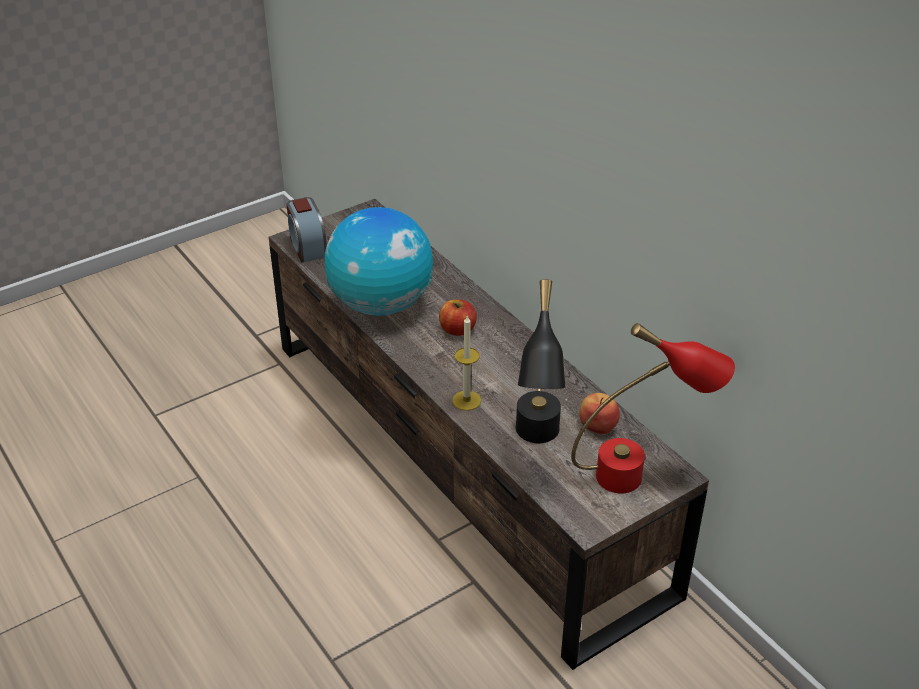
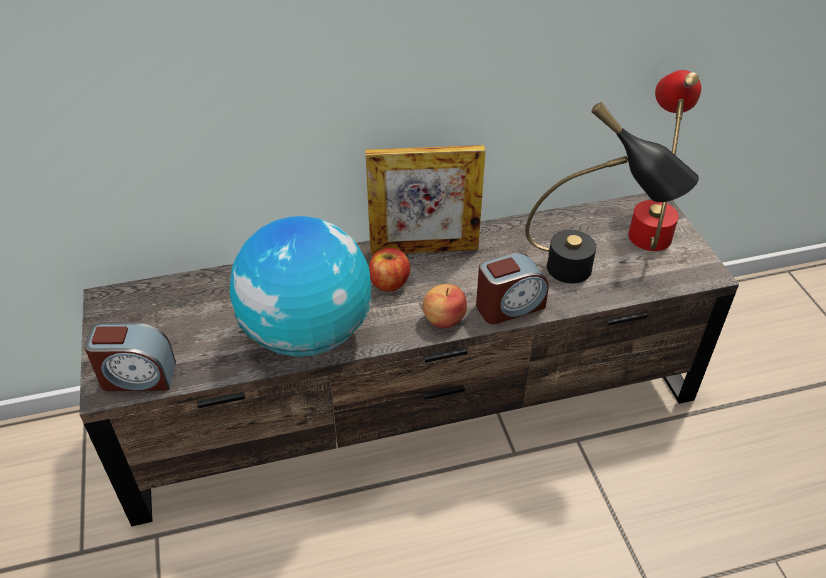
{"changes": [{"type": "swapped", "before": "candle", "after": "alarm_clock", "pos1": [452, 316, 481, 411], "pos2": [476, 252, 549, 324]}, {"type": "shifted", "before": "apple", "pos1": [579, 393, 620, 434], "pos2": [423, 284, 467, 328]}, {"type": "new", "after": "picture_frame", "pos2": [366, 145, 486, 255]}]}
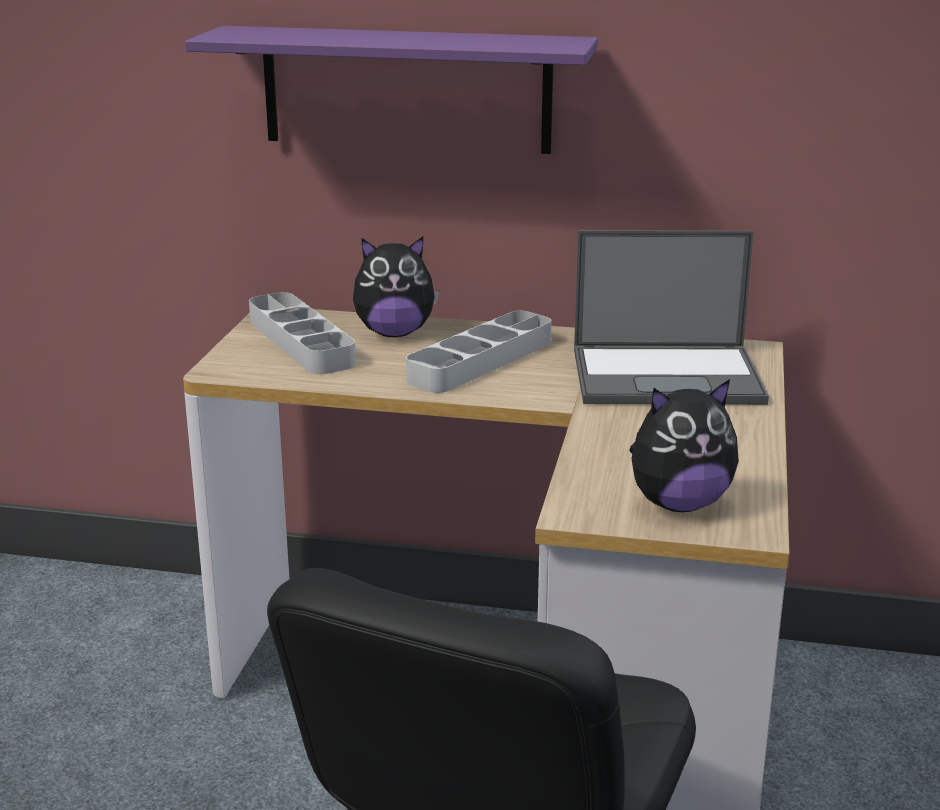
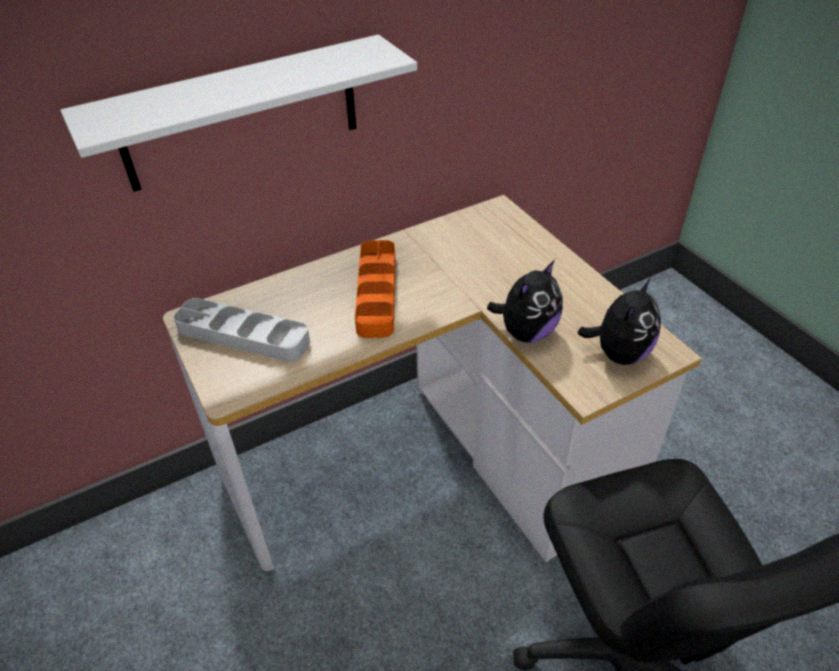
{"changes": [{"type": "repainted", "before": "purple_shelf", "after": "white_shelf", "pos1": [185, 26, 598, 154], "pos2": [61, 34, 417, 192]}, {"type": "gone", "before": "laptop", "pos1": [574, 230, 769, 405]}, {"type": "shifted", "before": "plush_toy", "pos1": [353, 237, 439, 337], "pos2": [487, 260, 563, 343]}, {"type": "repainted", "before": "grey_tray", "after": "orange_tray", "pos1": [406, 311, 551, 393], "pos2": [355, 240, 395, 338]}]}
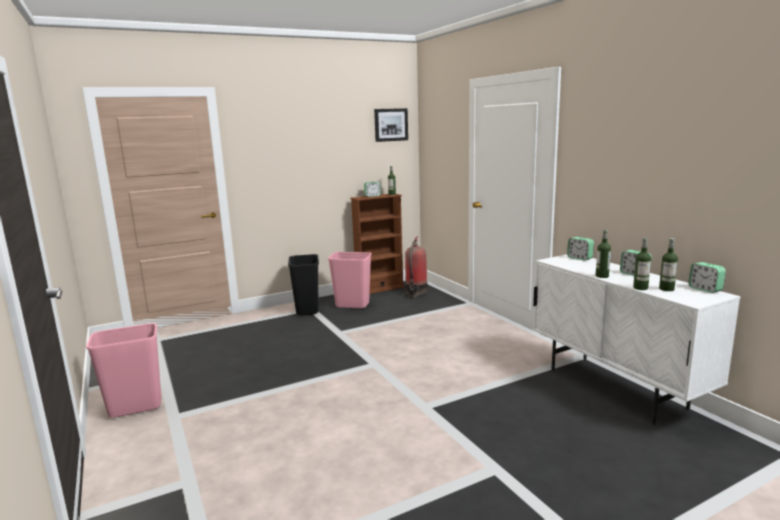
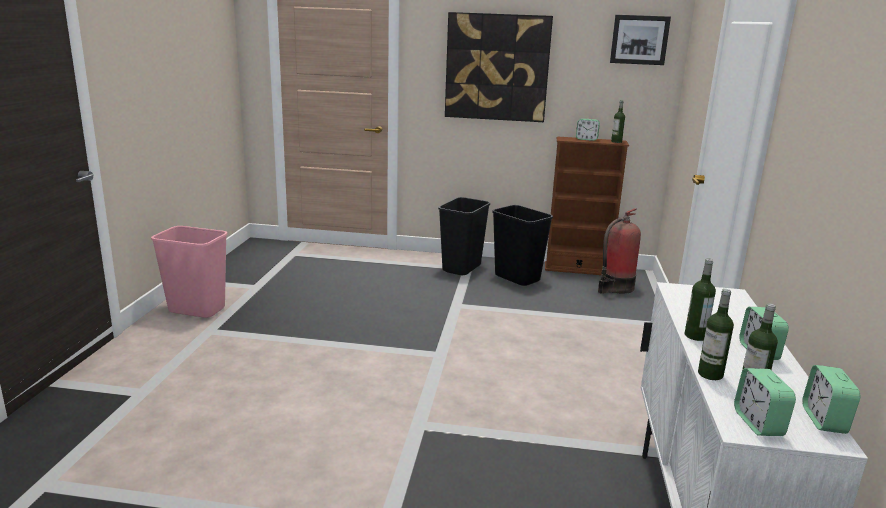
{"changes": [{"type": "shifted", "before": "alarm_clock", "pos1": [567, 237, 594, 261], "pos2": [734, 368, 796, 436]}, {"type": "repainted", "before": "pink_trash_can", "after": "black_trash_can", "pos1": [328, 252, 372, 308], "pos2": [492, 205, 553, 286]}, {"type": "new", "after": "picture", "pos2": [445, 12, 553, 122]}]}
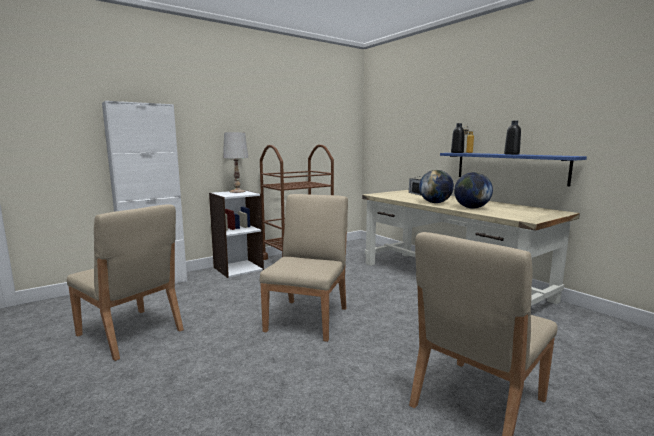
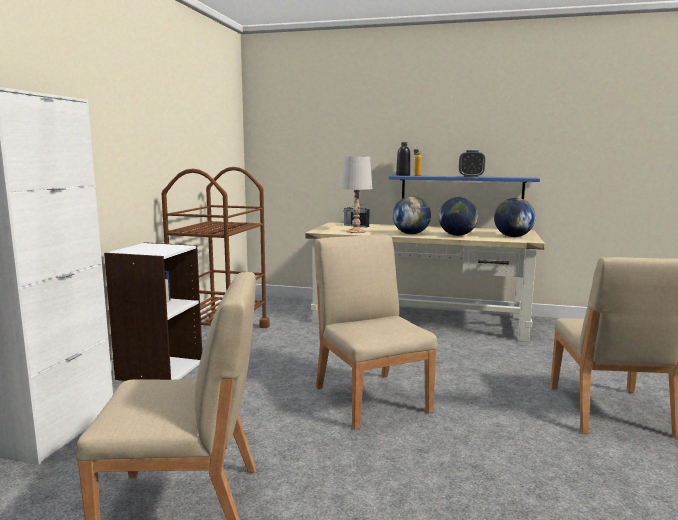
{"changes": [{"type": "swapped", "before": "black_bottle", "after": "alarm_clock", "pos1": [504, 121, 521, 155], "pos2": [459, 150, 485, 177]}, {"type": "shifted", "before": "white_table_lamp", "pos1": [223, 132, 248, 193], "pos2": [341, 156, 372, 233]}, {"type": "new", "after": "globe", "pos2": [494, 198, 536, 237]}]}
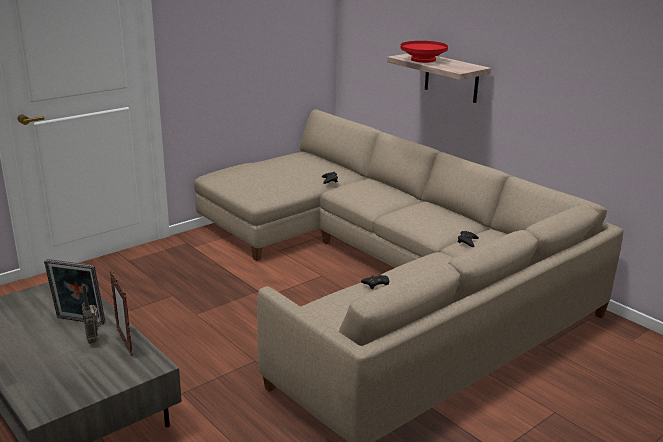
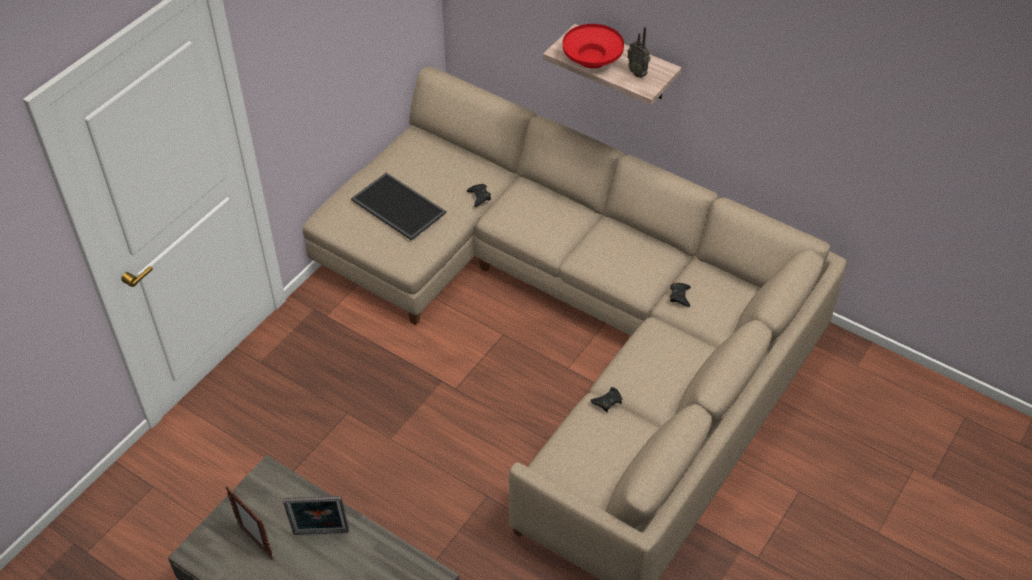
{"changes": [{"type": "shifted", "before": "picture_frame", "pos1": [110, 270, 133, 356], "pos2": [225, 486, 274, 560]}, {"type": "shifted", "before": "radio", "pos1": [82, 285, 101, 344], "pos2": [627, 27, 650, 78]}, {"type": "new", "after": "tray", "pos2": [351, 173, 446, 241]}]}
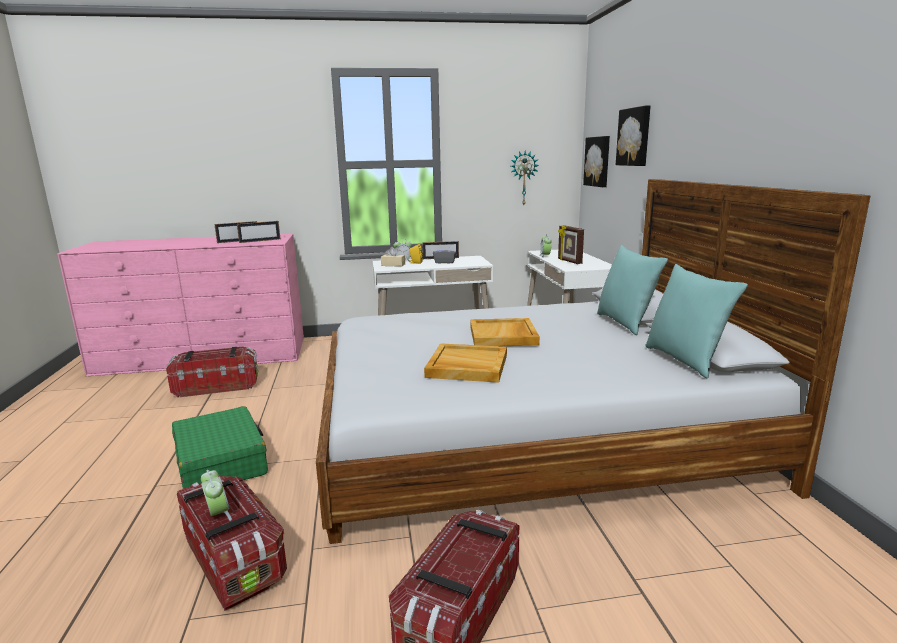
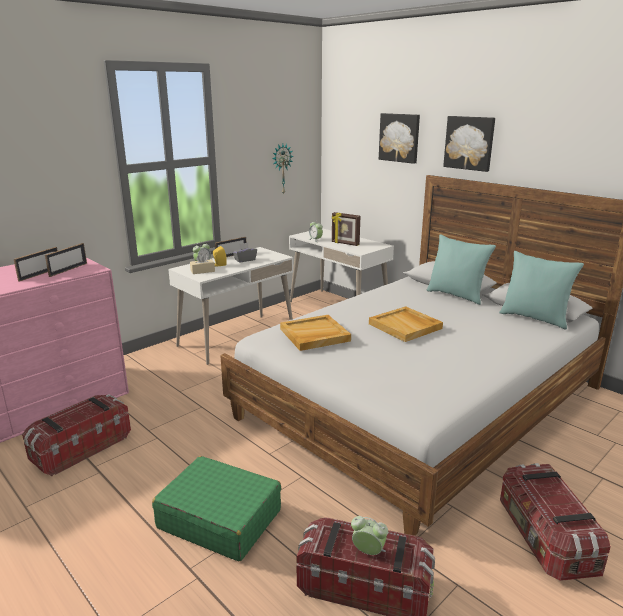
{"changes": [{"type": "shifted", "before": "picture", "pos1": [583, 136, 610, 187], "pos2": [443, 116, 495, 172]}, {"type": "shifted", "before": "beige_tray", "pos1": [424, 343, 507, 383], "pos2": [280, 315, 351, 351]}]}
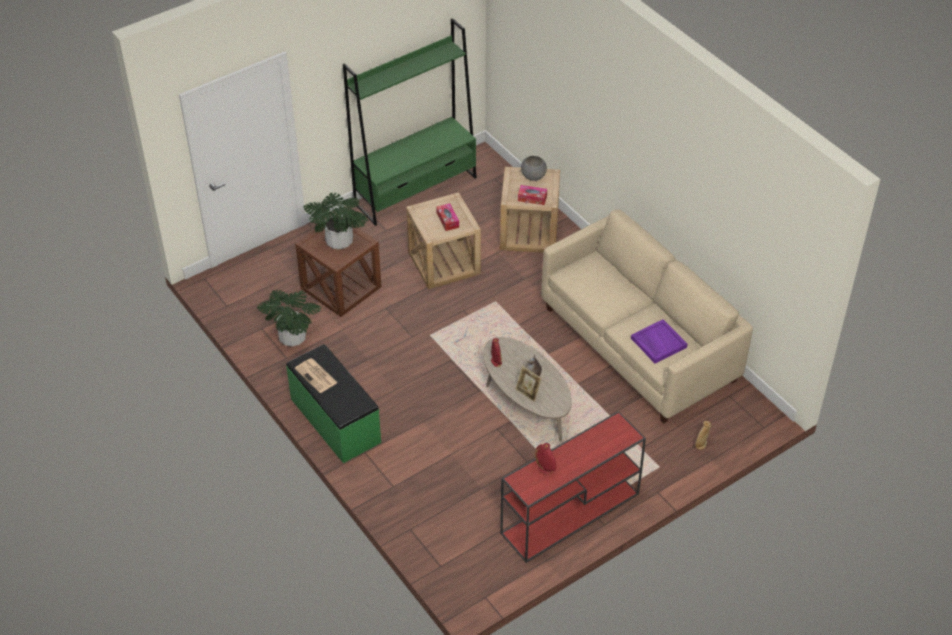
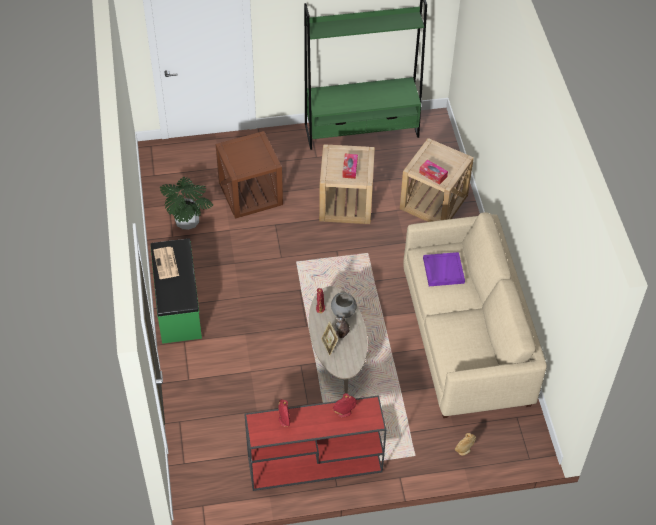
{"changes": [{"type": "shifted", "before": "grey_bowl", "pos1": [521, 156, 547, 181], "pos2": [331, 293, 357, 319]}, {"type": "gone", "before": "potted_plant", "pos1": [303, 193, 368, 249]}, {"type": "shifted", "before": "purple_tray", "pos1": [631, 319, 687, 363], "pos2": [423, 252, 465, 286]}, {"type": "new", "after": "red_vase", "pos2": [333, 393, 357, 418]}]}
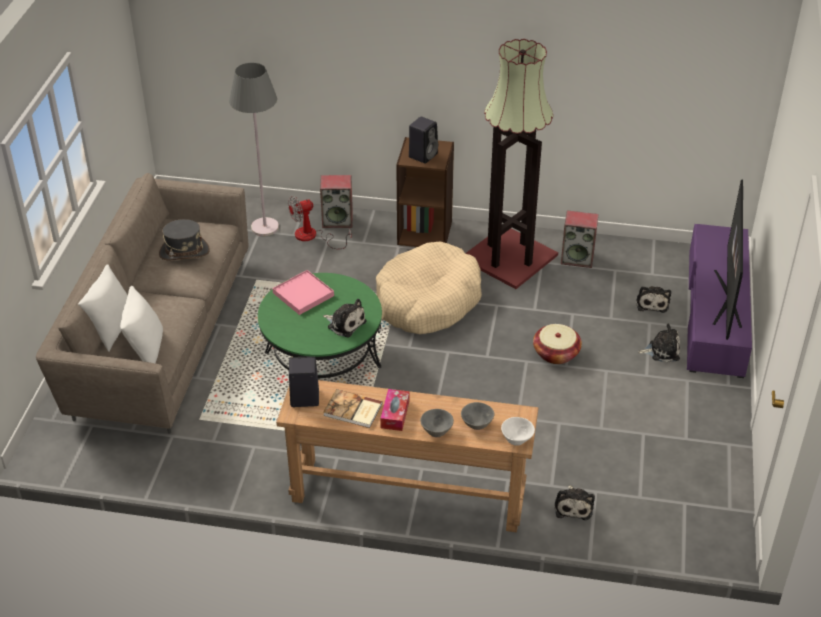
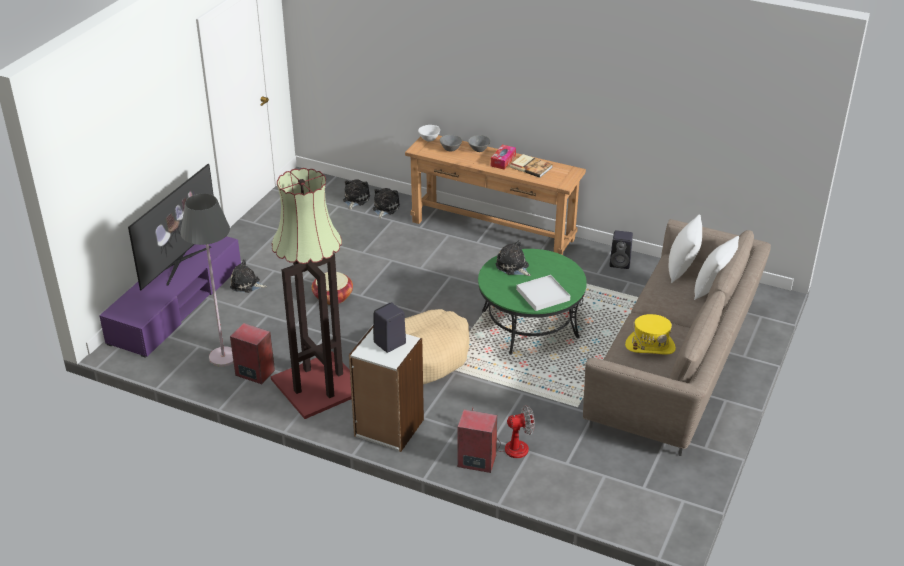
{"changes": [{"type": "shifted", "before": "grey_floor_lamp", "pos1": [229, 63, 279, 236], "pos2": [180, 193, 234, 367]}, {"type": "repainted", "before": "brown_bookcase", "after": "white_bookcase", "pos1": [396, 137, 454, 247], "pos2": [349, 326, 424, 452]}, {"type": "repainted", "before": "grey_hat", "after": "yellow_hat", "pos1": [159, 219, 210, 260], "pos2": [625, 314, 676, 355]}, {"type": "repainted", "before": "pink_tray", "after": "white_tray", "pos1": [272, 270, 334, 315], "pos2": [516, 275, 570, 311]}, {"type": "shifted", "before": "plush_toy", "pos1": [636, 286, 671, 313], "pos2": [343, 179, 370, 210]}, {"type": "shifted", "before": "black_speaker", "pos1": [289, 356, 319, 407], "pos2": [609, 230, 633, 269]}]}
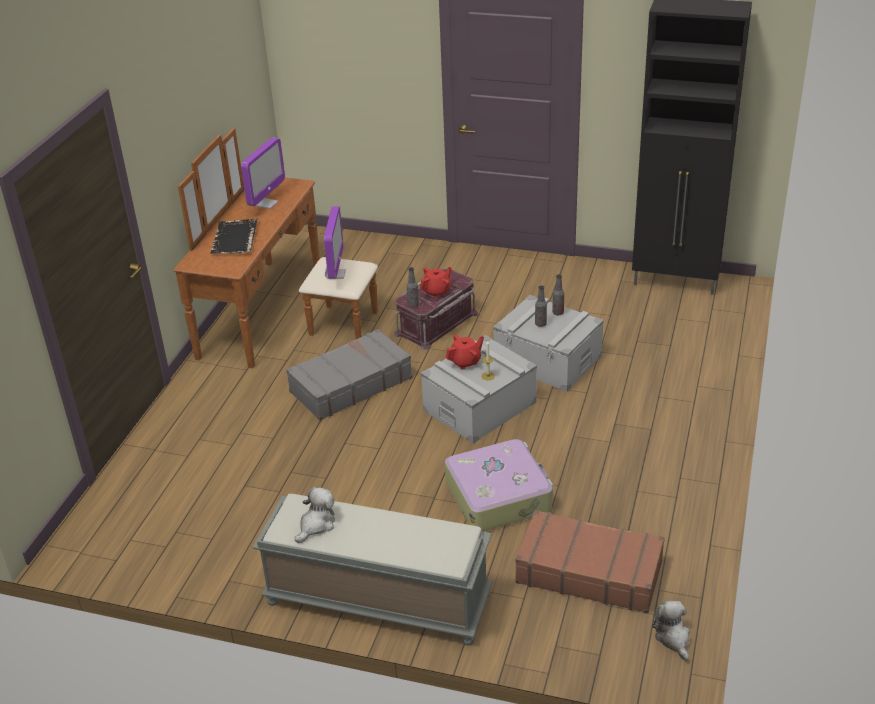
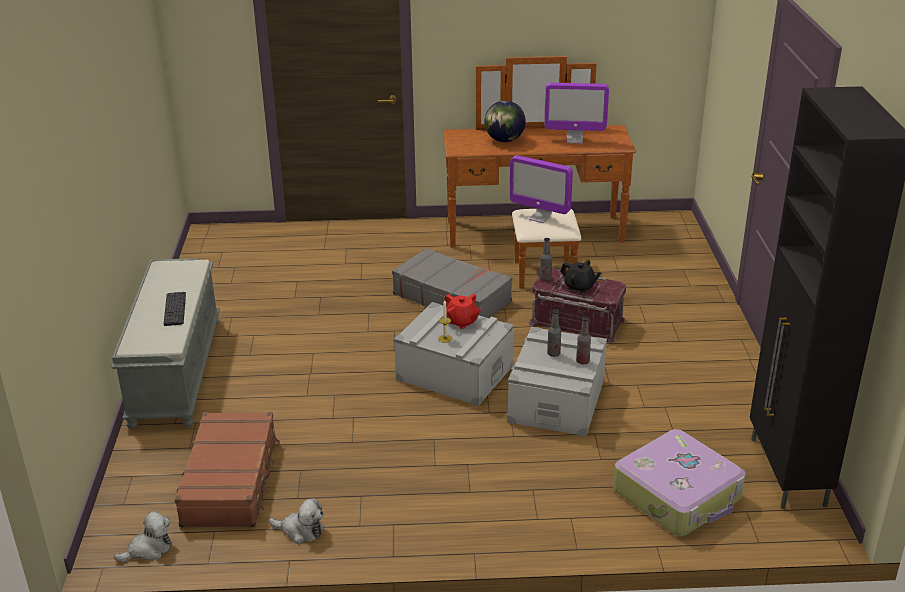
{"changes": [{"type": "rotated", "before": "monitor", "pos1": [324, 206, 346, 279], "pos2": [509, 155, 573, 223], "turn": 45}, {"type": "swapped", "before": "black_tray", "after": "globe", "pos1": [210, 219, 258, 254], "pos2": [484, 101, 526, 142]}, {"type": "repainted", "before": "red_teapot", "after": "black_teapot", "pos1": [420, 267, 452, 298], "pos2": [560, 260, 601, 293]}, {"type": "shifted", "before": "suitcase", "pos1": [445, 439, 553, 531], "pos2": [613, 429, 746, 537]}, {"type": "shifted", "before": "plush_toy", "pos1": [295, 487, 335, 543], "pos2": [269, 498, 324, 544]}, {"type": "new", "after": "keyboard", "pos2": [164, 292, 186, 326]}]}
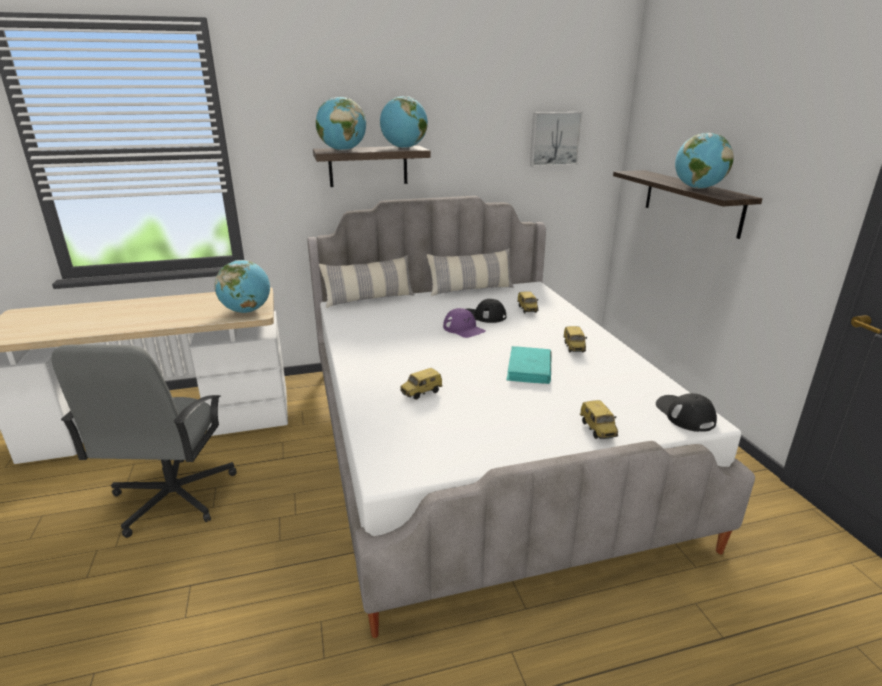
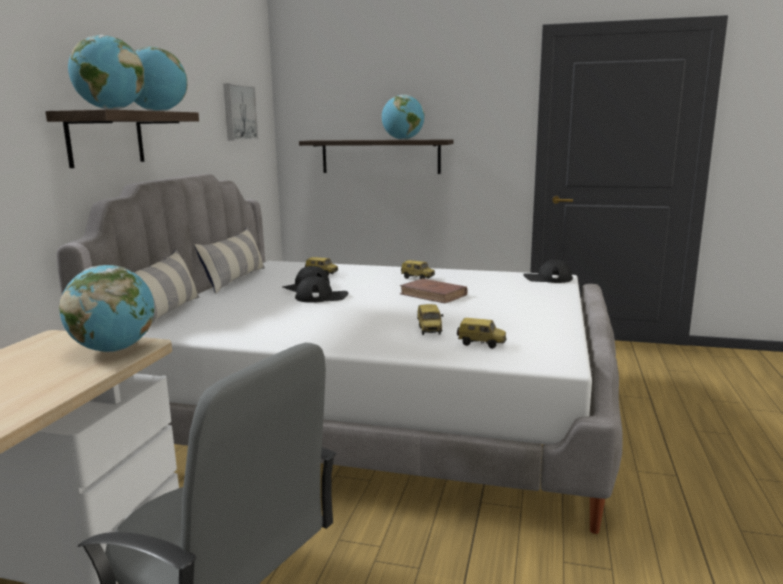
{"changes": [{"type": "repainted", "before": "purple_cap", "after": "black_cap", "pos1": [443, 308, 486, 338], "pos2": [295, 276, 348, 303]}, {"type": "repainted", "before": "turquoise_book", "after": "brown_book", "pos1": [506, 346, 552, 384], "pos2": [400, 278, 468, 303]}, {"type": "shifted", "before": "toy_car", "pos1": [580, 400, 618, 439], "pos2": [457, 318, 507, 349]}]}
